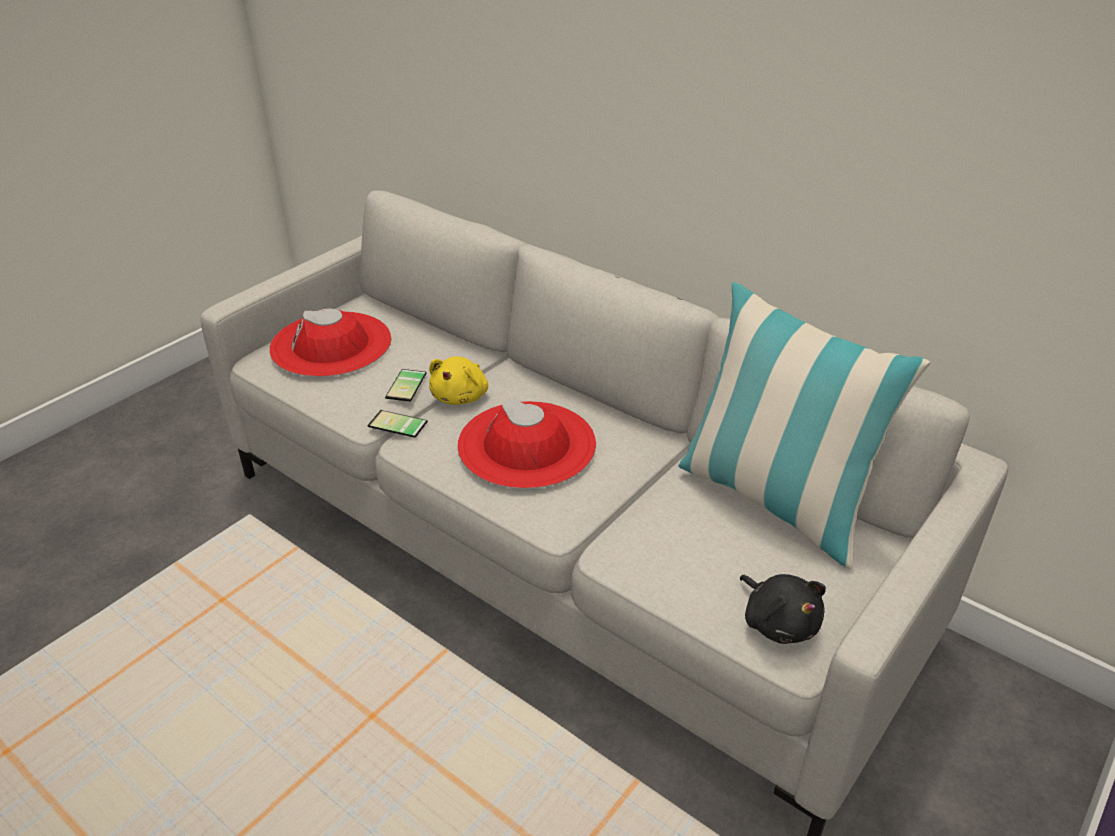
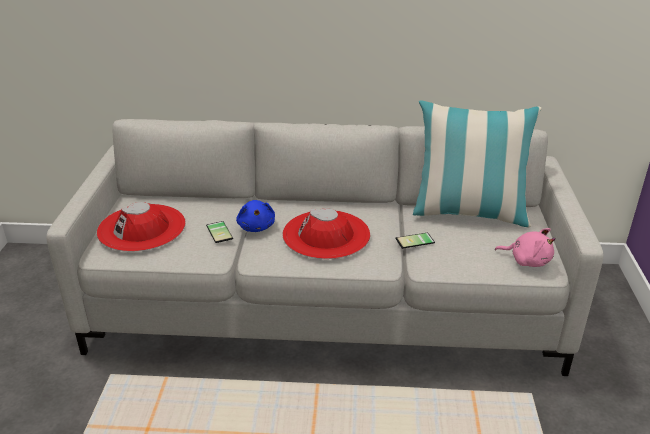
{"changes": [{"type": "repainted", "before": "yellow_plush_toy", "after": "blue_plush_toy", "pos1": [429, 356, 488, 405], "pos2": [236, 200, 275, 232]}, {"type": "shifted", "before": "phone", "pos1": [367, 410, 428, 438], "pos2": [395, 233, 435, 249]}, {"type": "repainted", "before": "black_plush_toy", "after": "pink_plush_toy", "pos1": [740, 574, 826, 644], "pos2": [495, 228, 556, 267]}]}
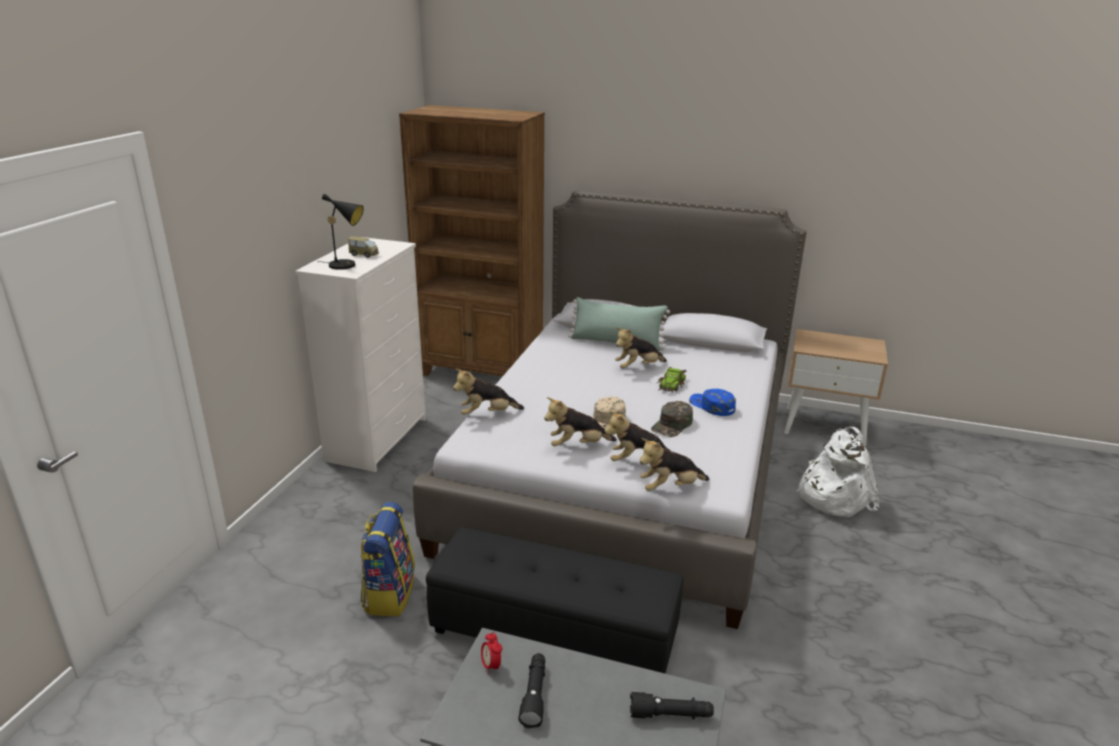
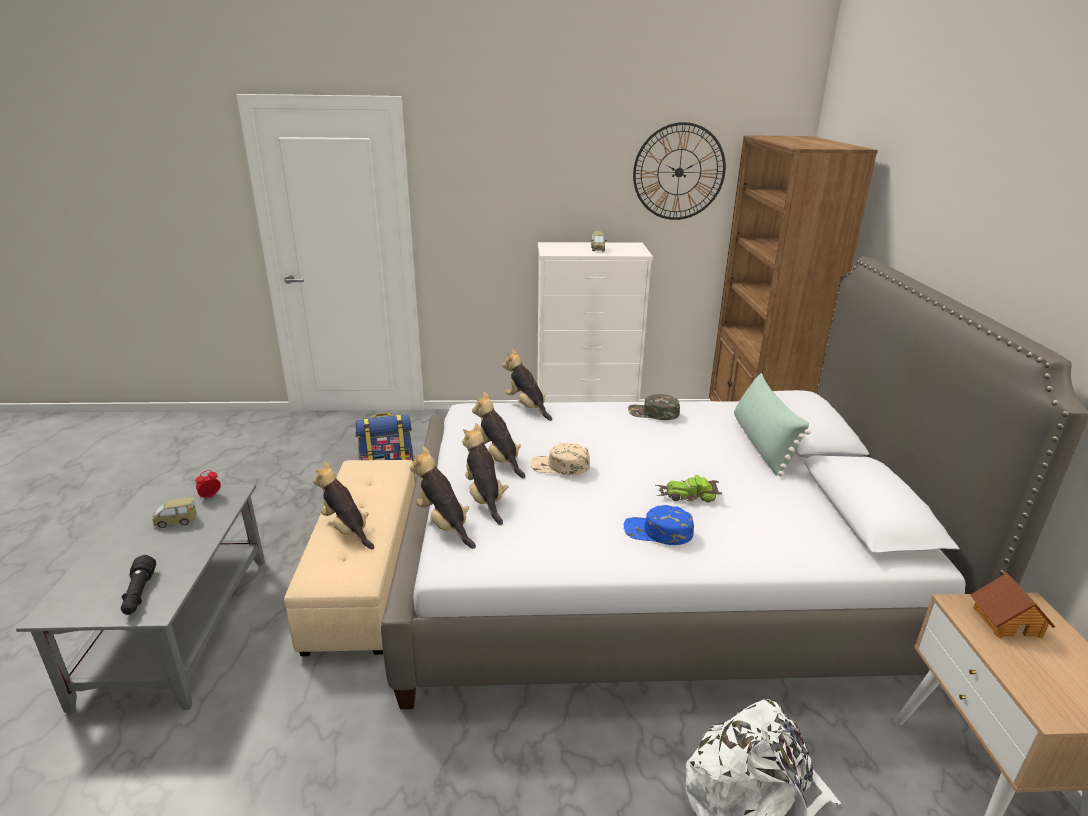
{"changes": [{"type": "gone", "before": "black_table_lamp", "pos1": [317, 194, 364, 270]}, {"type": "shifted", "before": "plush_toy", "pos1": [615, 327, 667, 368], "pos2": [313, 461, 375, 549]}, {"type": "rotated", "before": "blue_cap", "pos1": [689, 389, 736, 416], "pos2": [624, 505, 694, 545], "turn": -105}, {"type": "shifted", "before": "green_cap", "pos1": [651, 401, 693, 437], "pos2": [628, 394, 680, 420]}, {"type": "repainted", "before": "black_ottoman", "after": "beige_ottoman", "pos1": [426, 527, 684, 674], "pos2": [284, 460, 415, 656]}, {"type": "swapped", "before": "black_flashlight", "after": "toy_car", "pos1": [518, 653, 545, 728], "pos2": [152, 498, 196, 528]}, {"type": "new", "after": "wall_clock", "pos2": [633, 122, 726, 220]}, {"type": "new", "after": "toy_house", "pos2": [970, 572, 1055, 638]}]}
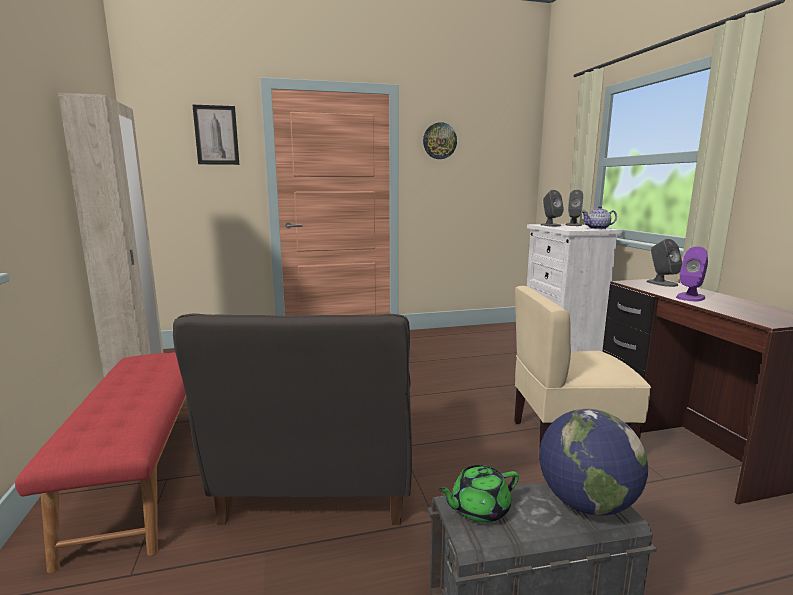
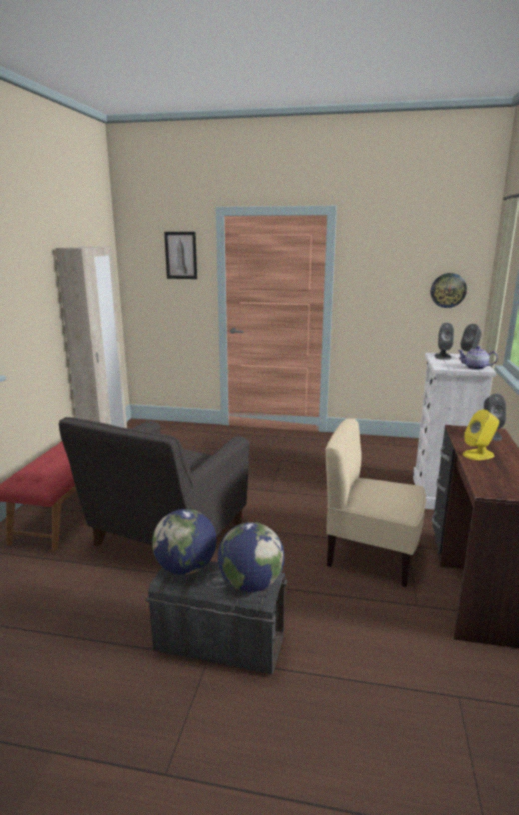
{"changes": [{"type": "shifted", "before": "wall_clock", "pos1": [423, 122, 457, 159], "pos2": [431, 273, 467, 308]}, {"type": "repainted", "before": "purple_speaker", "after": "yellow_speaker", "pos1": [676, 247, 708, 301], "pos2": [463, 410, 499, 460]}, {"type": "swapped", "before": "green_teapot", "after": "globe", "pos1": [437, 465, 519, 523], "pos2": [152, 509, 216, 575]}]}
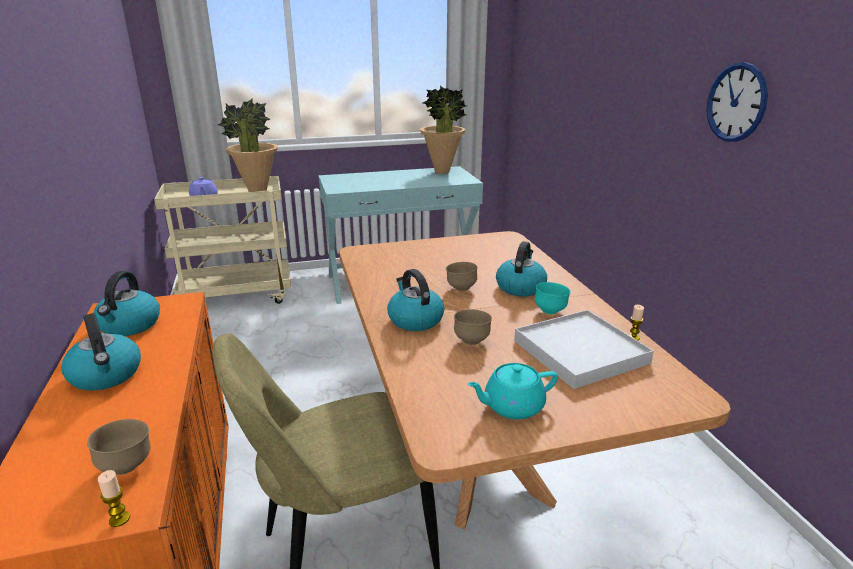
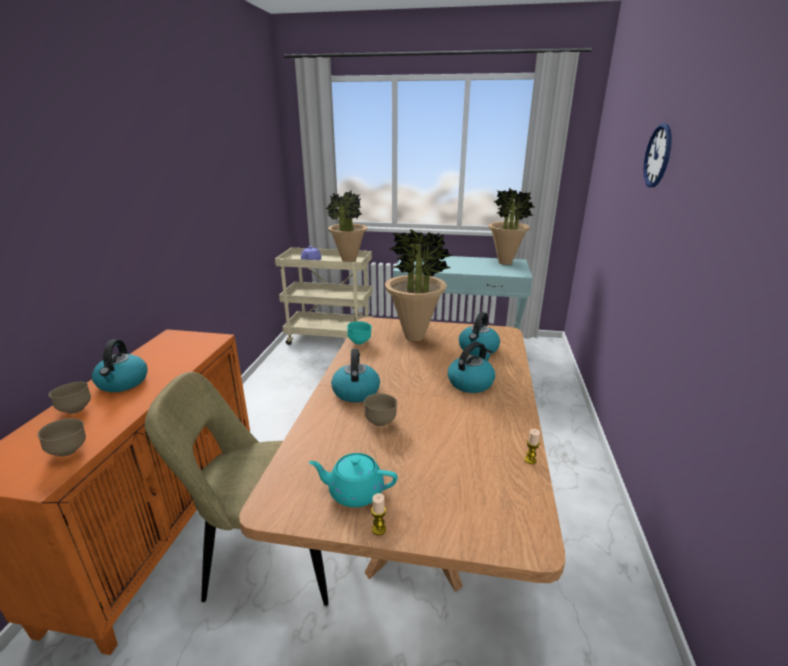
{"changes": [{"type": "shifted", "before": "wall_clock", "pos1": [706, 62, 768, 142], "pos2": [643, 123, 672, 187]}, {"type": "shifted", "before": "brown_bowl", "pos1": [446, 262, 477, 291], "pos2": [49, 382, 91, 414]}, {"type": "shifted", "before": "kettle", "pos1": [94, 271, 160, 336], "pos2": [459, 312, 500, 356]}, {"type": "shifted", "before": "turquoise_bowl", "pos1": [535, 282, 571, 314], "pos2": [347, 321, 372, 345]}, {"type": "gone", "before": "white_tray", "pos1": [514, 310, 654, 389]}, {"type": "shifted", "before": "candle", "pos1": [98, 470, 130, 527], "pos2": [371, 493, 386, 535]}, {"type": "new", "after": "potted_plant", "pos2": [385, 229, 453, 341]}]}
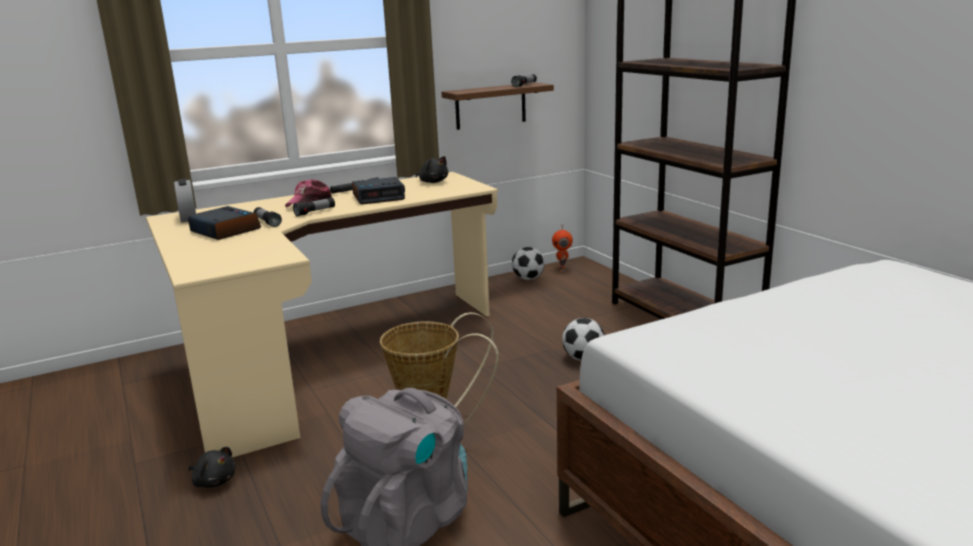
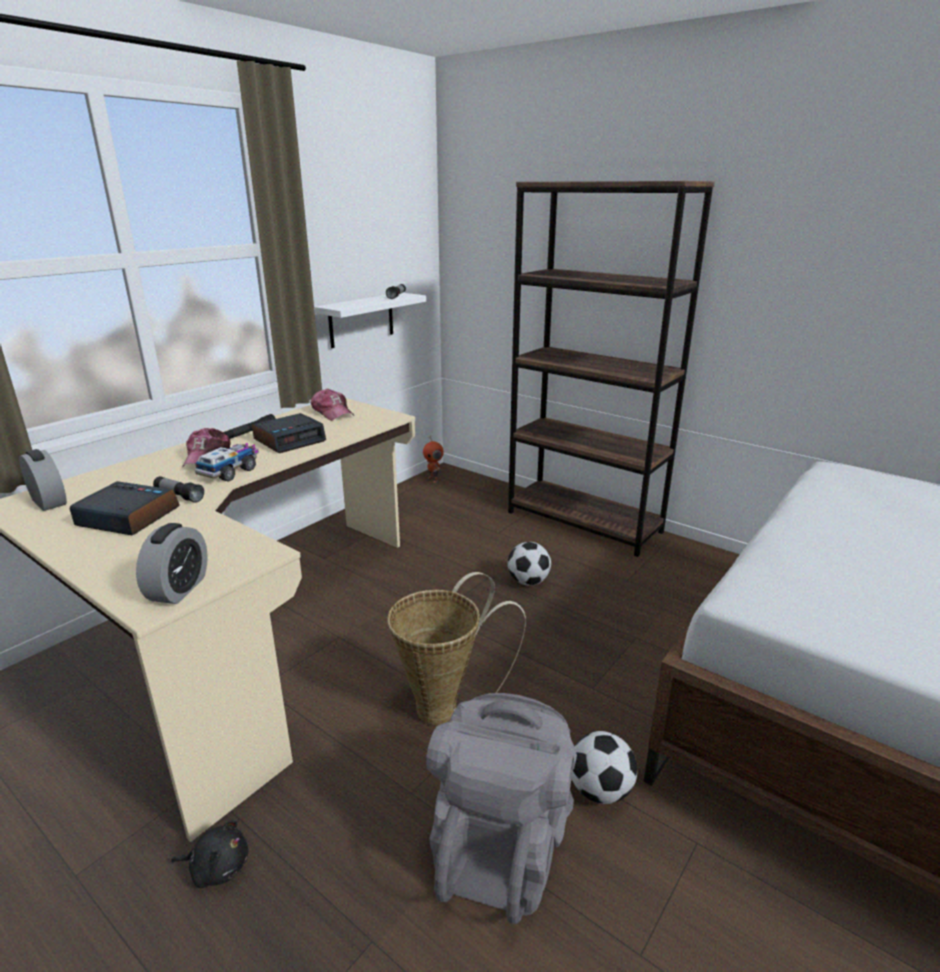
{"changes": [{"type": "repainted", "before": "brown_shelf", "after": "white_shelf", "pos1": [441, 82, 554, 130], "pos2": [314, 293, 426, 348]}, {"type": "swapped", "before": "black_plush_toy", "after": "cap", "pos1": [416, 156, 448, 183], "pos2": [311, 388, 354, 421]}, {"type": "swapped", "before": "flashlight", "after": "toy_truck", "pos1": [293, 197, 335, 217], "pos2": [195, 443, 259, 482]}, {"type": "shifted", "before": "football", "pos1": [512, 247, 545, 280], "pos2": [572, 731, 637, 804]}, {"type": "new", "after": "alarm_clock", "pos2": [136, 523, 208, 604]}]}
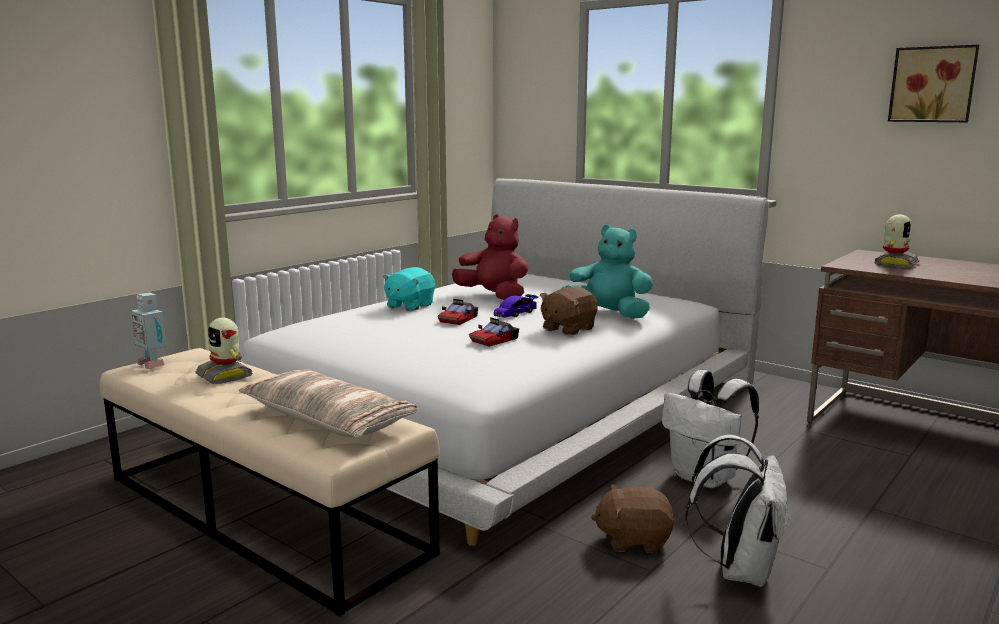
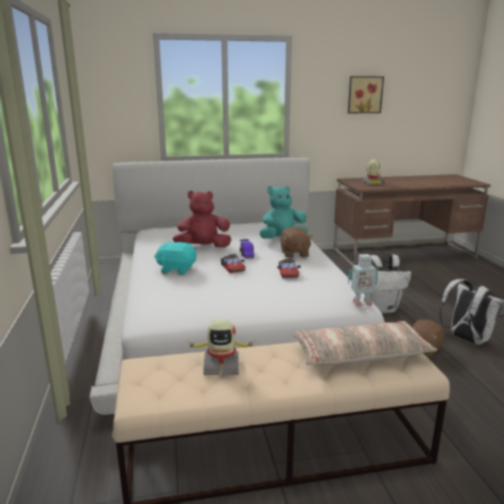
{"changes": [{"type": "rotated", "before": "turquoise_plush_toy", "pos1": [383, 267, 435, 311], "pos2": [154, 241, 197, 275], "turn": 120}, {"type": "shifted", "before": "toy_robot", "pos1": [131, 293, 167, 369], "pos2": [348, 254, 378, 306]}]}
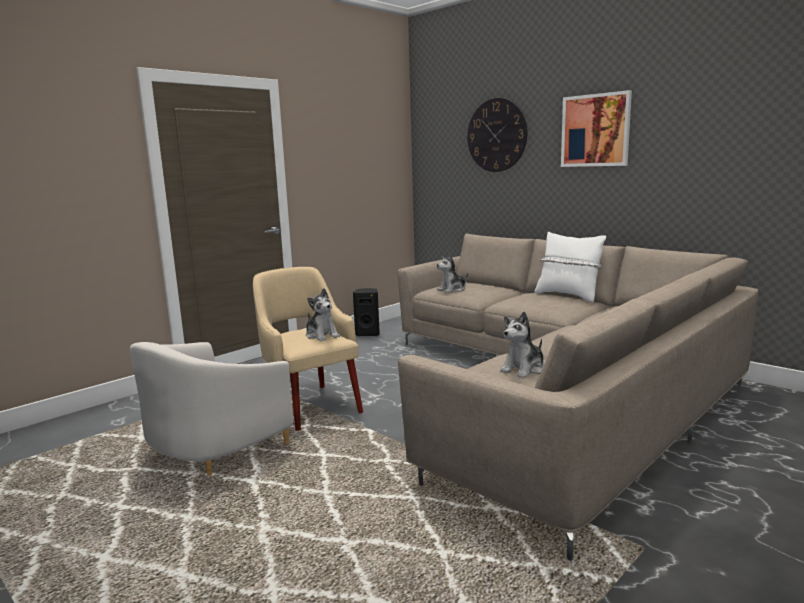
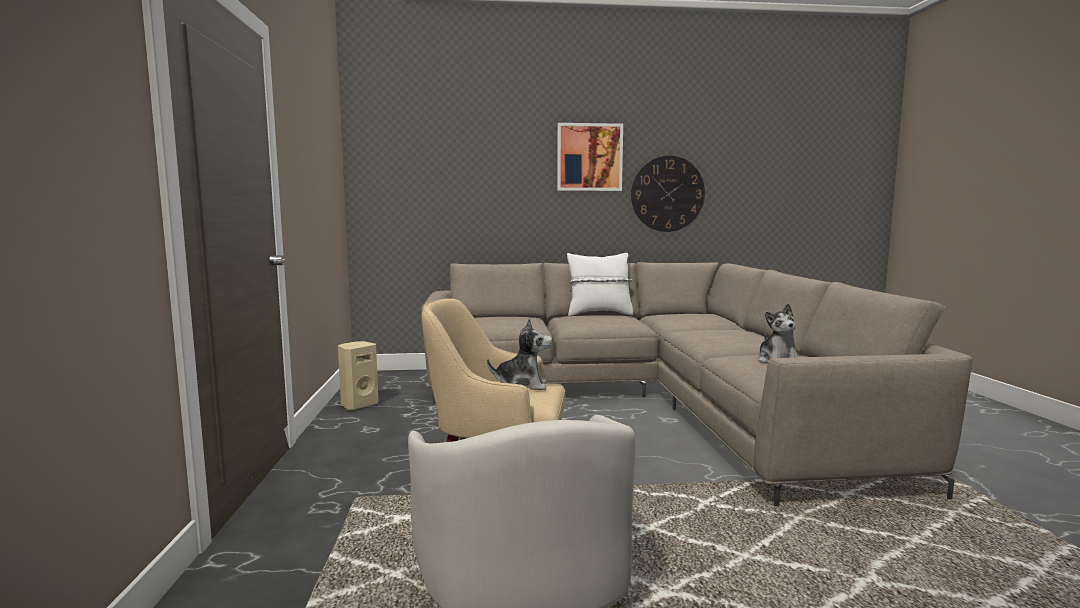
{"changes": [{"type": "shifted", "before": "wall_clock", "pos1": [467, 98, 527, 172], "pos2": [631, 156, 705, 232]}, {"type": "gone", "before": "plush_toy", "pos1": [437, 253, 468, 293]}, {"type": "repainted", "before": "black_speaker", "after": "beige_speaker", "pos1": [353, 288, 380, 336], "pos2": [338, 341, 379, 410]}]}
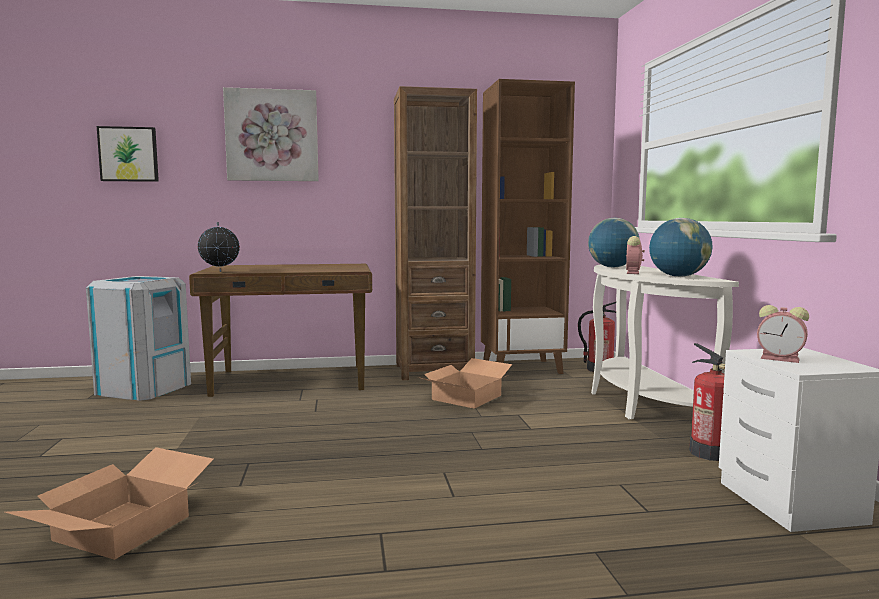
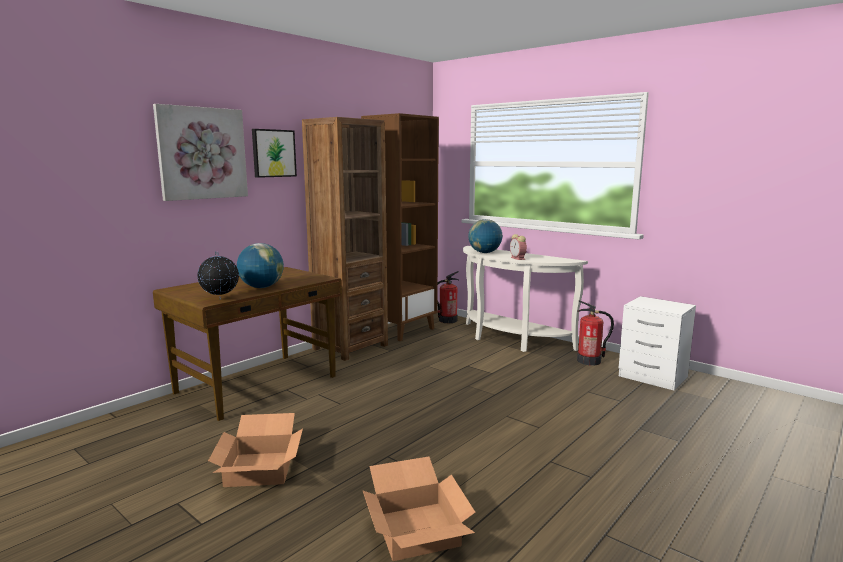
{"changes": [{"type": "shifted", "before": "picture", "pos1": [97, 126, 159, 182], "pos2": [252, 129, 297, 178]}, {"type": "shifted", "before": "globe", "pos1": [649, 218, 713, 277], "pos2": [237, 243, 284, 288]}, {"type": "gone", "before": "grey_trash_can", "pos1": [86, 276, 191, 401]}, {"type": "gone", "before": "alarm_clock", "pos1": [757, 305, 809, 363]}, {"type": "shifted", "before": "cardboard_box", "pos1": [418, 358, 512, 409], "pos2": [208, 413, 303, 487]}]}
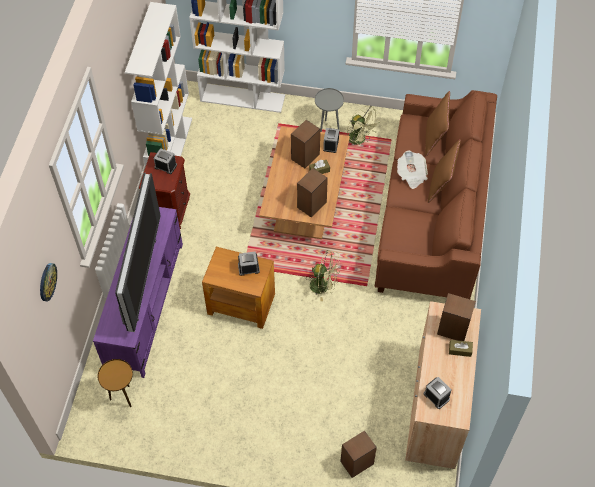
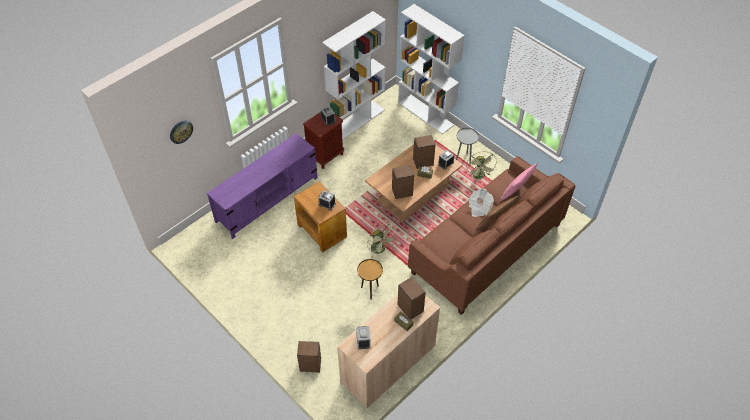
{"changes": [{"type": "repainted", "before": "brown_pillow", "after": "pink_pillow", "pos1": [425, 91, 450, 157], "pos2": [499, 163, 538, 202]}, {"type": "gone", "before": "television", "pos1": [115, 173, 161, 332]}, {"type": "shifted", "before": "brown_side_table", "pos1": [98, 359, 133, 407], "pos2": [357, 259, 383, 299]}]}
